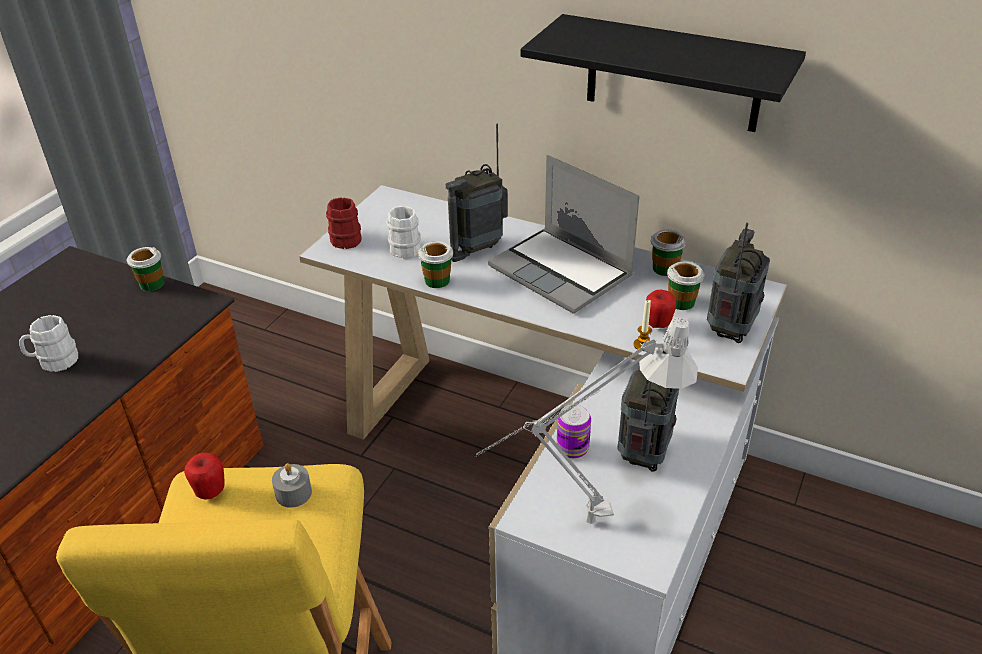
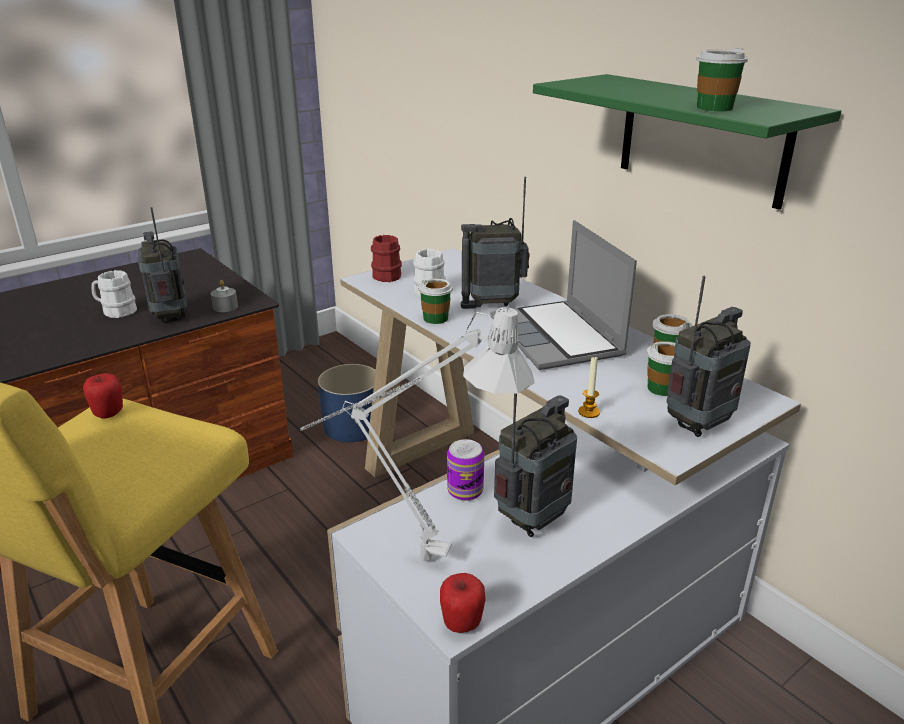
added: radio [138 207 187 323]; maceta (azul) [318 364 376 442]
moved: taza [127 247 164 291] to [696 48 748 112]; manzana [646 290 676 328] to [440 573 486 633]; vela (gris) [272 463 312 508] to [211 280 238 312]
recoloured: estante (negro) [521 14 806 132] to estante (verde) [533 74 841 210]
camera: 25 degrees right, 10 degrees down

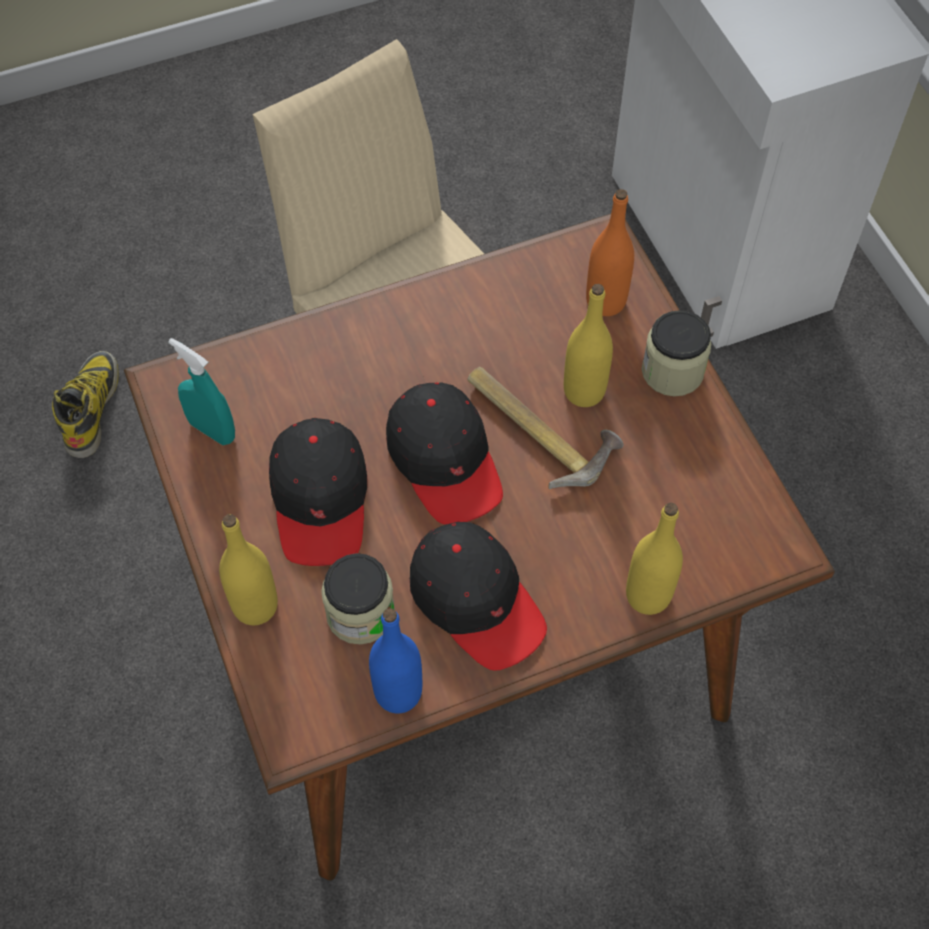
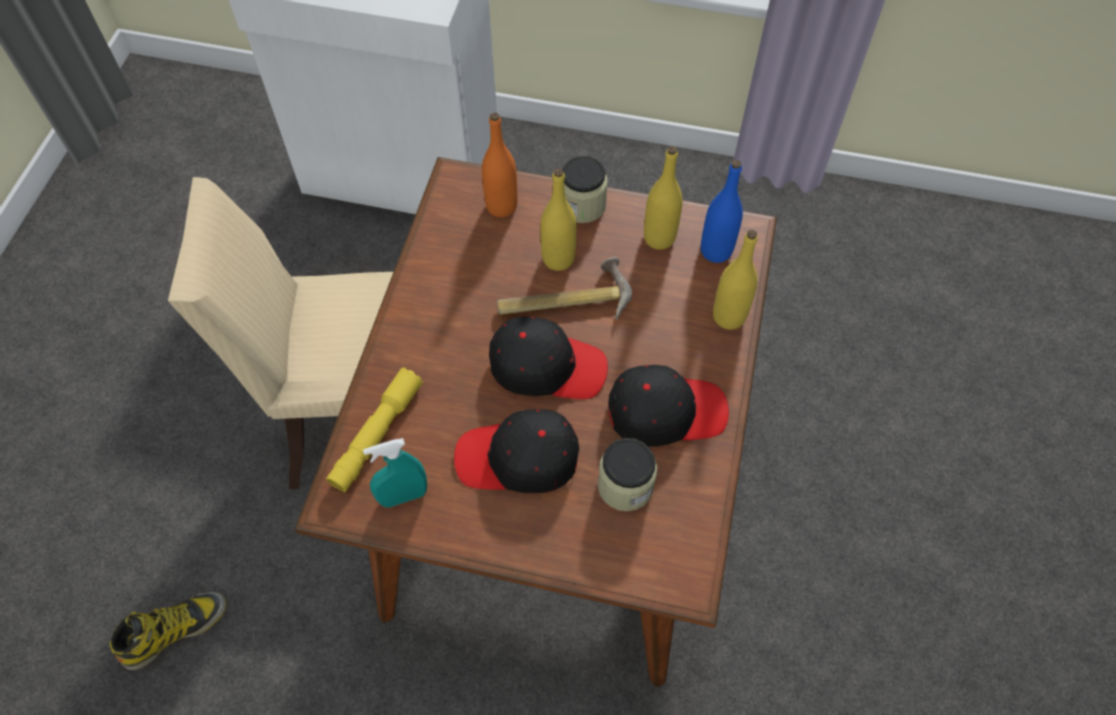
added: linterna (amarillo) [326 368 423 492]
moved: botella (amarillo) [219 514 278 625] to [644 146 682 250]; botella (azul) [369 608 422 714] to [701 160 743 263]
turned: bota [52 351 118 458] = [109 592 227 670] 105 degrees clockwise; gorra (negro) [269 418 367 566] = [454 409 579 493] 150 degrees clockwise
camera: 55 degrees left, 0 degrees up

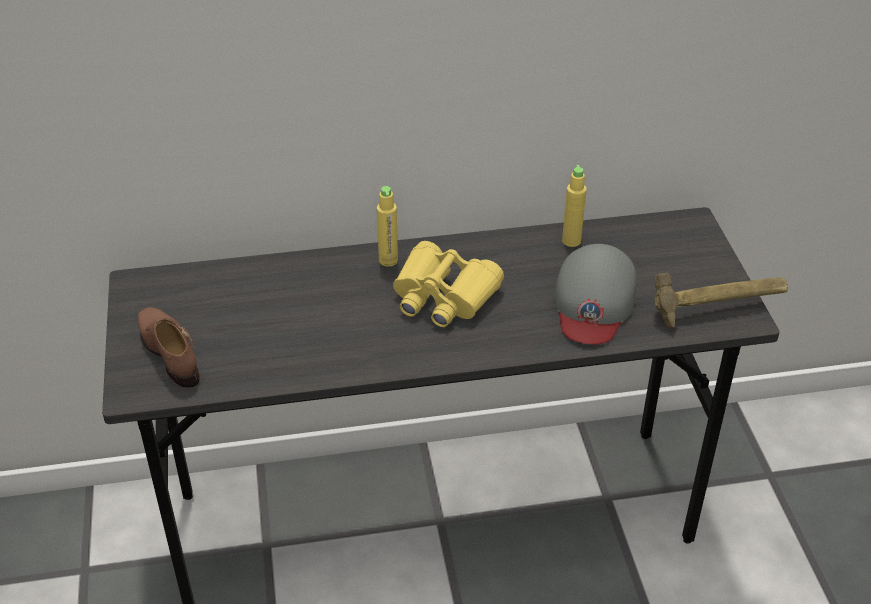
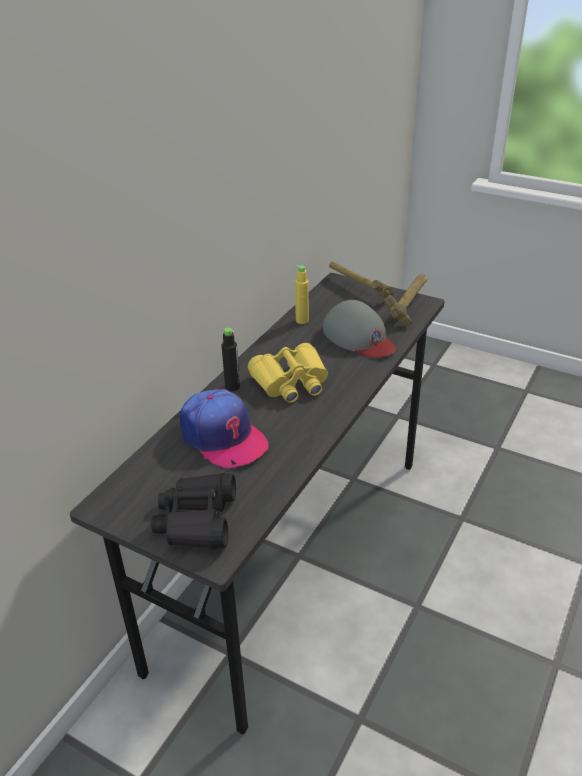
added: martillo [329 262 394 298]; gorra [180 389 269 468]
replaced: zapato (marrón) [138 307 200 387] to prismáticos (negro) [151 473 236 549]
recoloured: botella (amarillo) [377 186 398 267] to botella (negro) [221 328 240 391]
camera: 50 degrees left, 5 degrees down

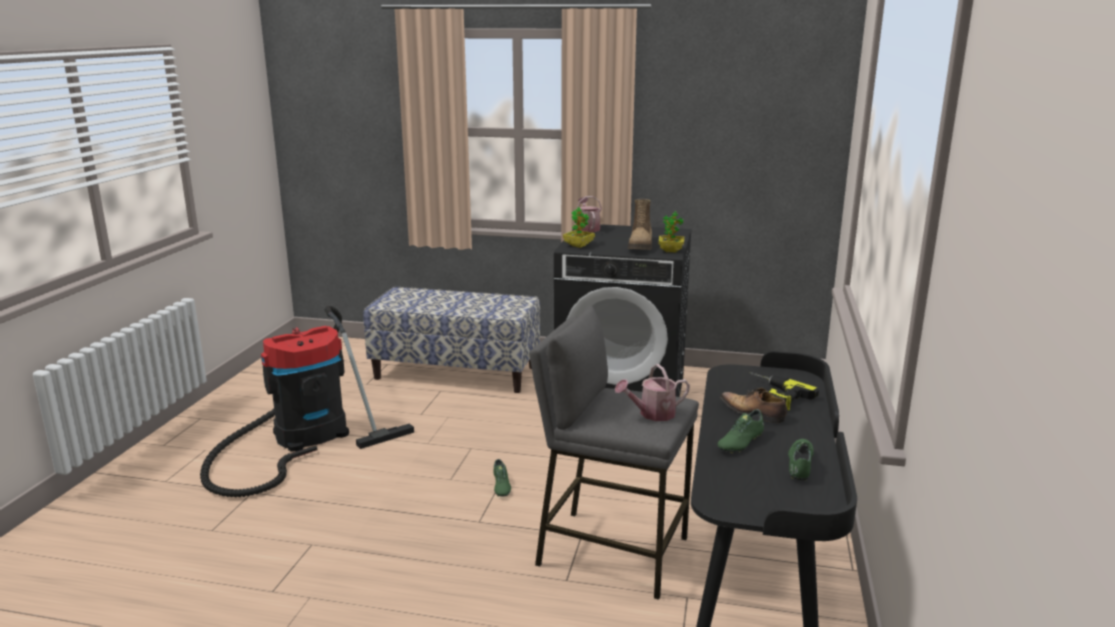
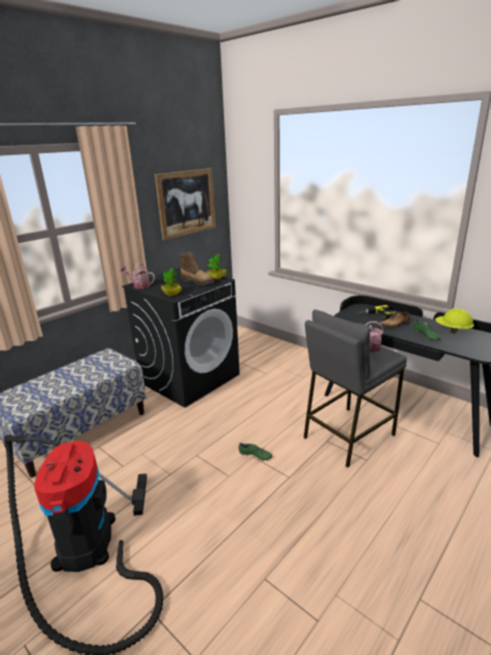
added: cuadro [155 168 216 240]
replaced: zapato (verde) [788 439 814 480] to casco (amarillo) [435 308 474 333]
camera: 60 degrees left, 5 degrees up

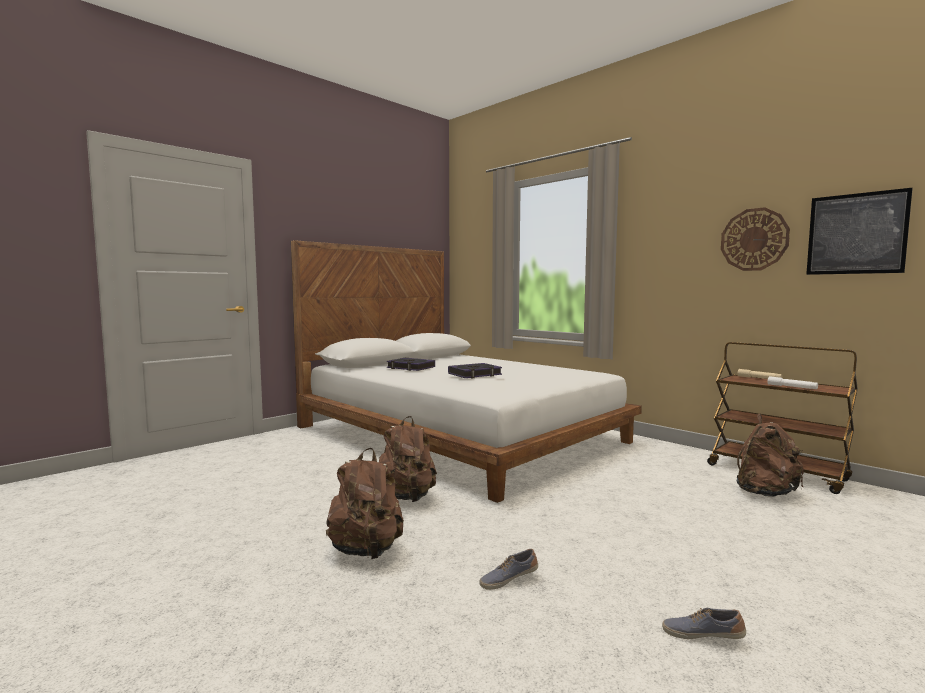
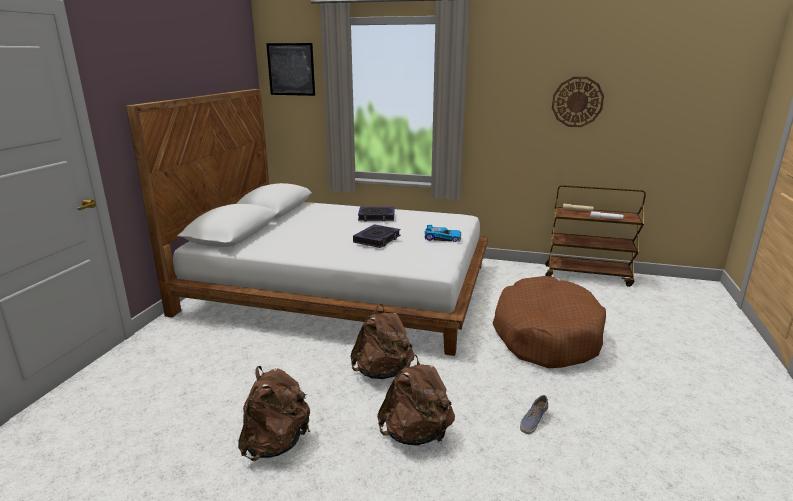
removed: zapato [662 608 746 639]
added: coche de juguete [425 225 461 242]; cama para perro (marrón) [493 276 606 368]
moved: cuadro [806 188 913 275] to [266 43 315 96]; libro [387 358 435 371] to [358 207 395 222]; mochila (marrón) [737 414 804 497] to [238 366 310 461]
camera: 30 degrees left, 15 degrees up

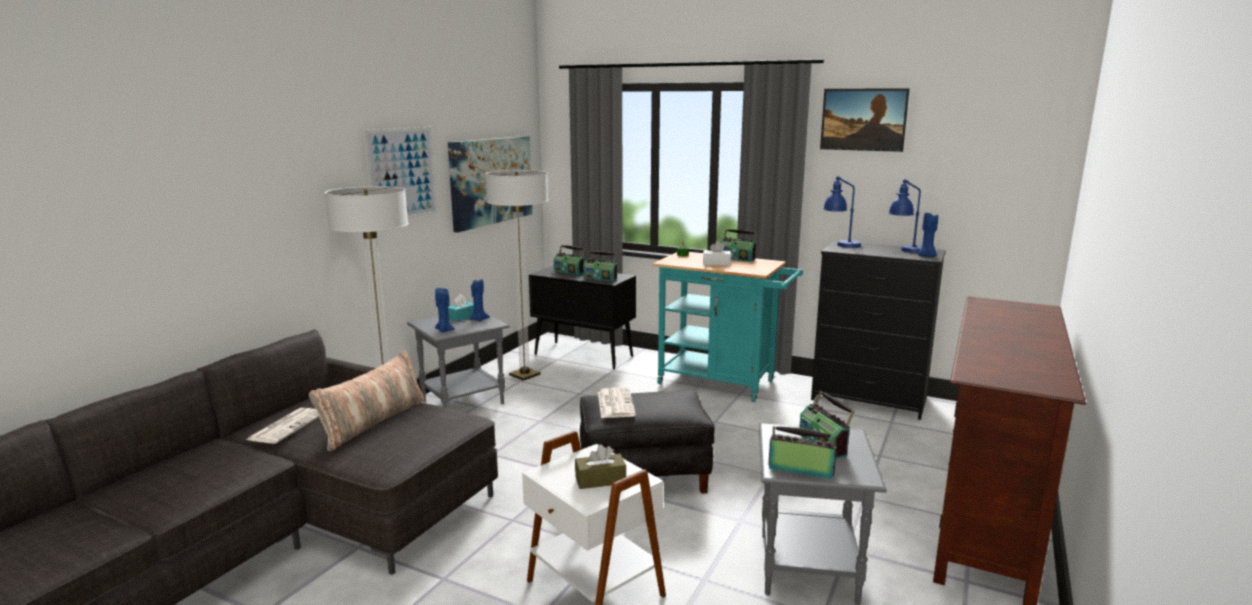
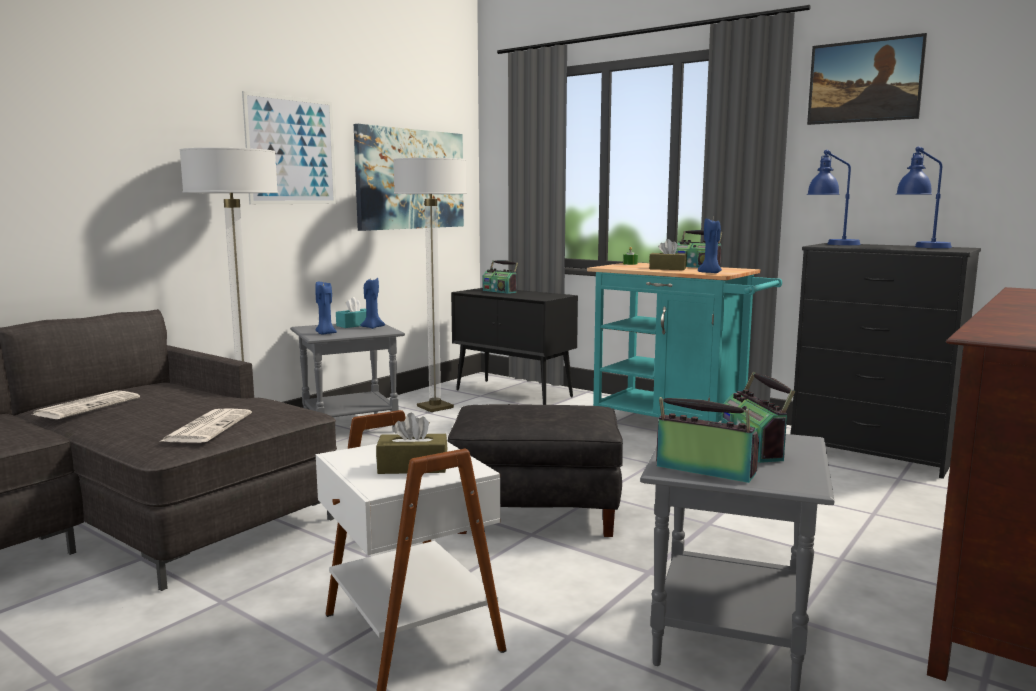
removed: radio [583 251 617 281]; cojín [309 351 426 451]
moved: vela (azul) [918 213 938 257] to [698 219 722 273]; periódico [598 387 636 418] to [161 408 252 443]
recoloured: caja de pañuelos (blanco) [703 241 731 266] to caja de pañuelos (marrón) [649 239 687 270]
camera: 10 degrees right, 5 degrees down

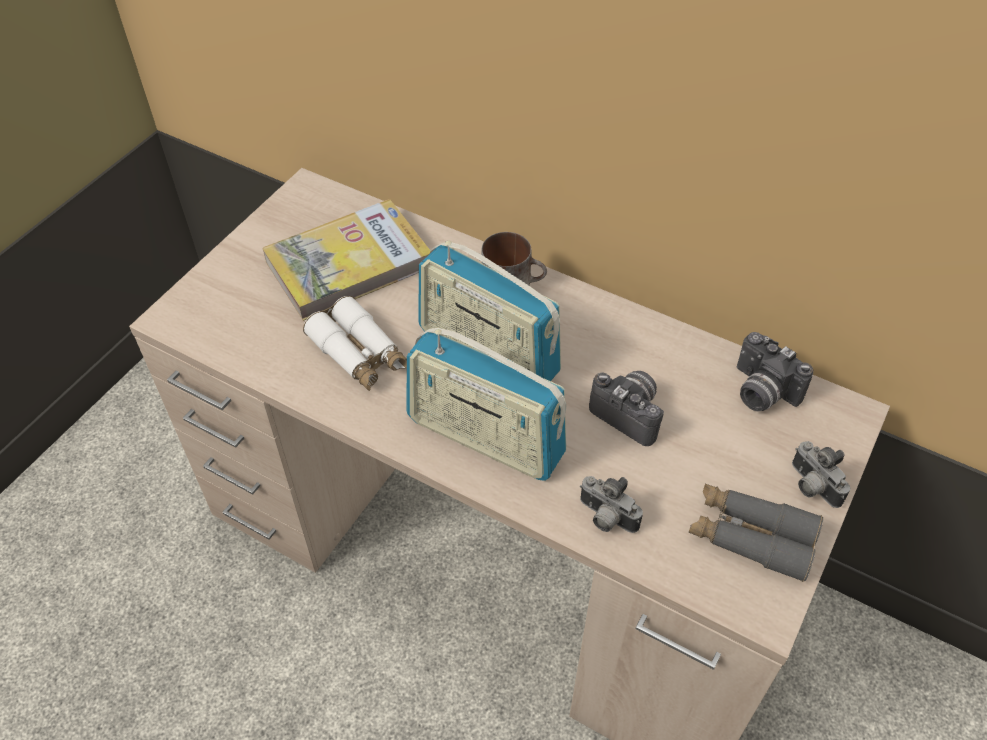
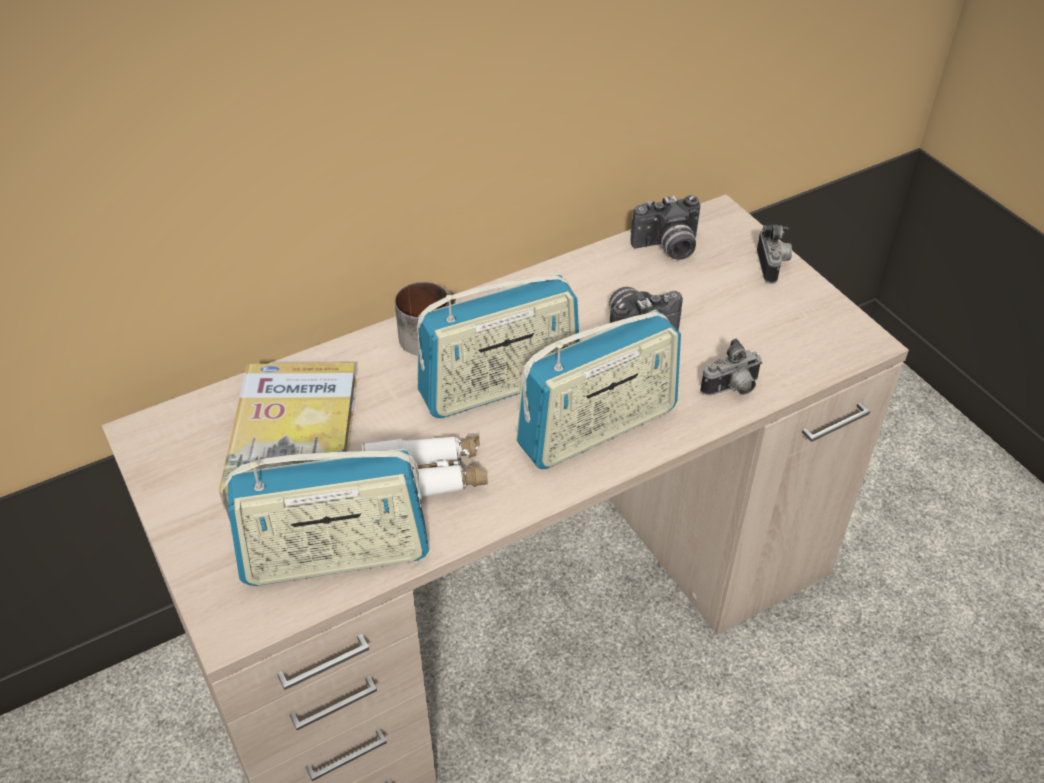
removed: prismáticos (gris) [688 484 823 582]
added: radio [223 449 429 586]
turned: cámara [792 441 850 508] = [757 225 792 284] 90 degrees counterclockwise
camera: 60 degrees left, 5 degrees down

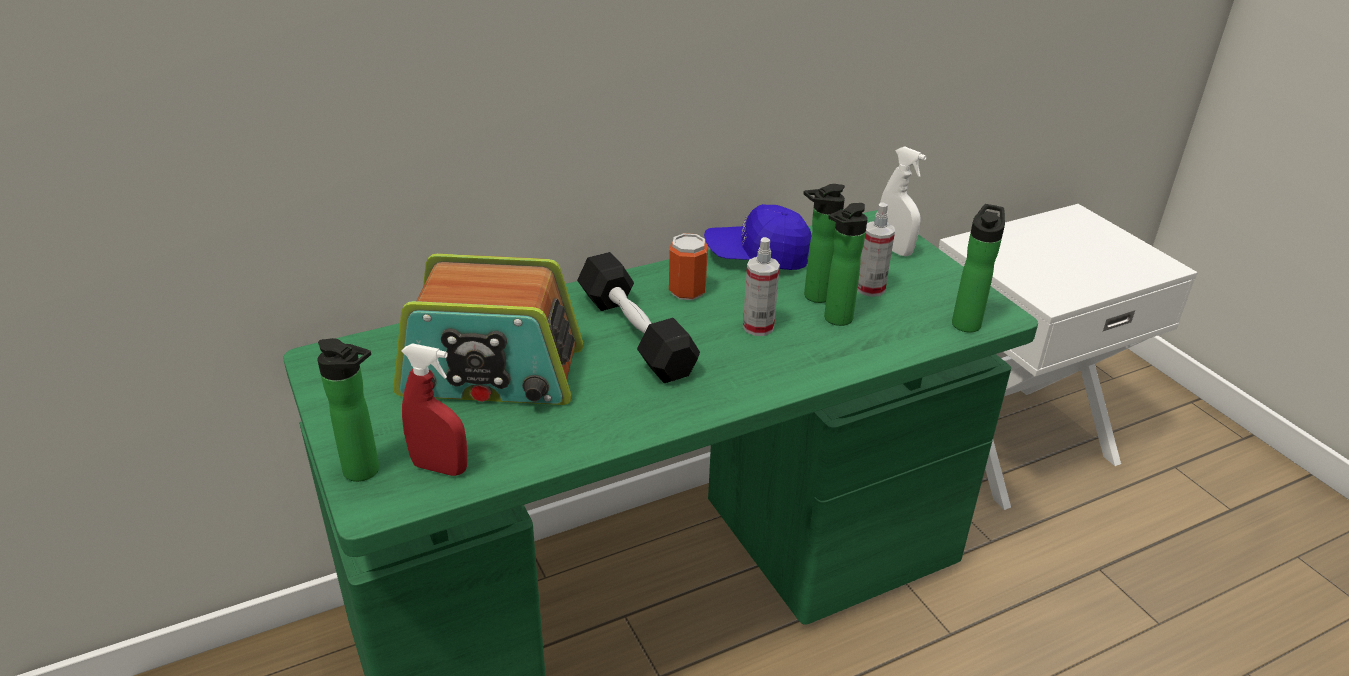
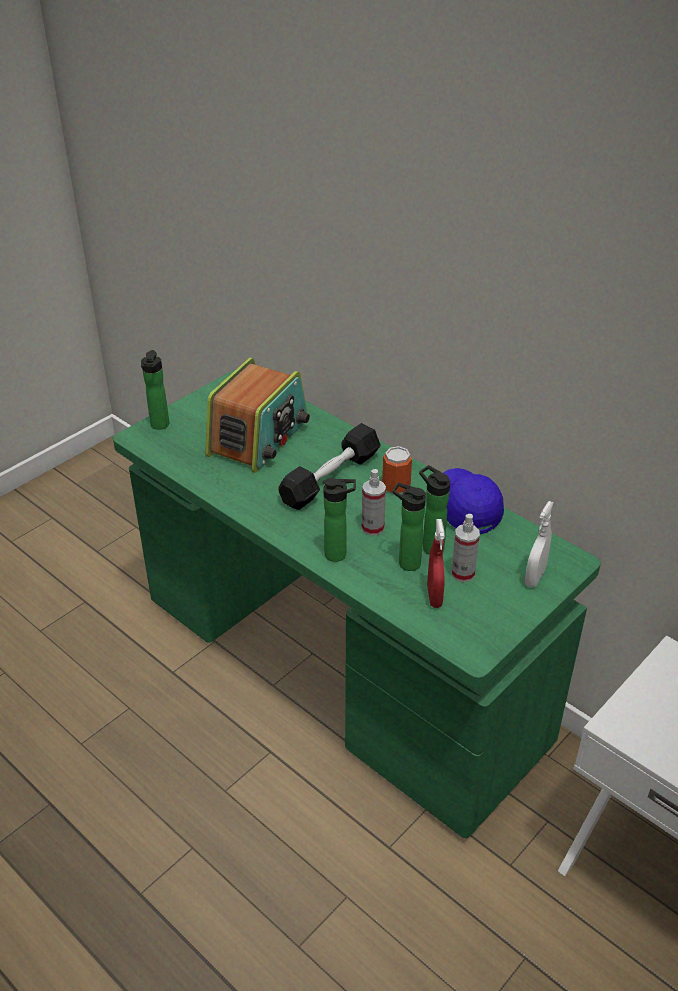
moved: botella [952 204 1005 333] to [323 478 356 562]; pulverizador (rojo) [402 343 467 476] to [427 519 445 608]
turned: radio [393 254 583 405] = [205 358 310 473] 135 degrees counterclockwise
camera: 70 degrees right, 5 degrees up

